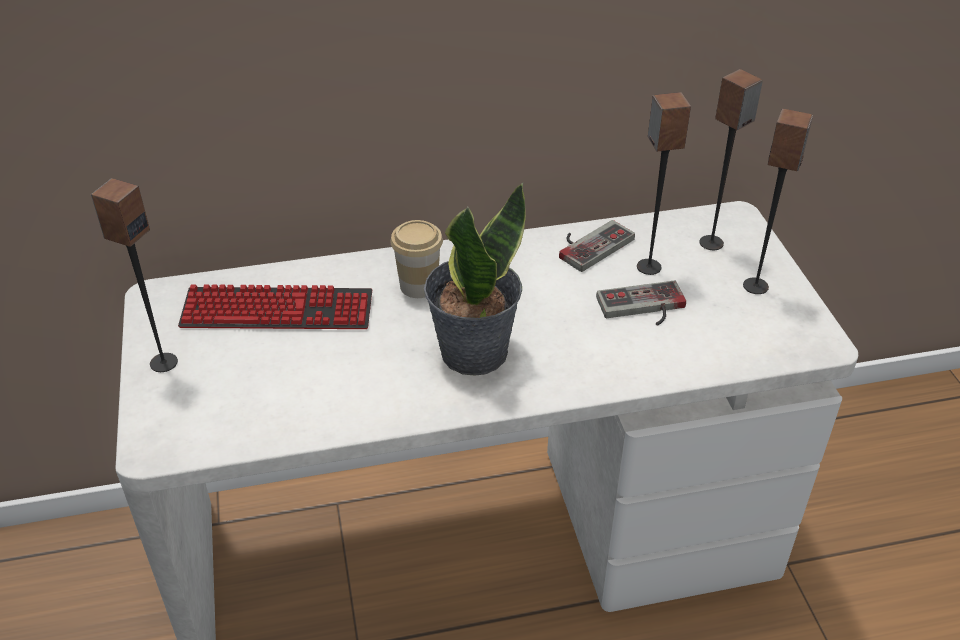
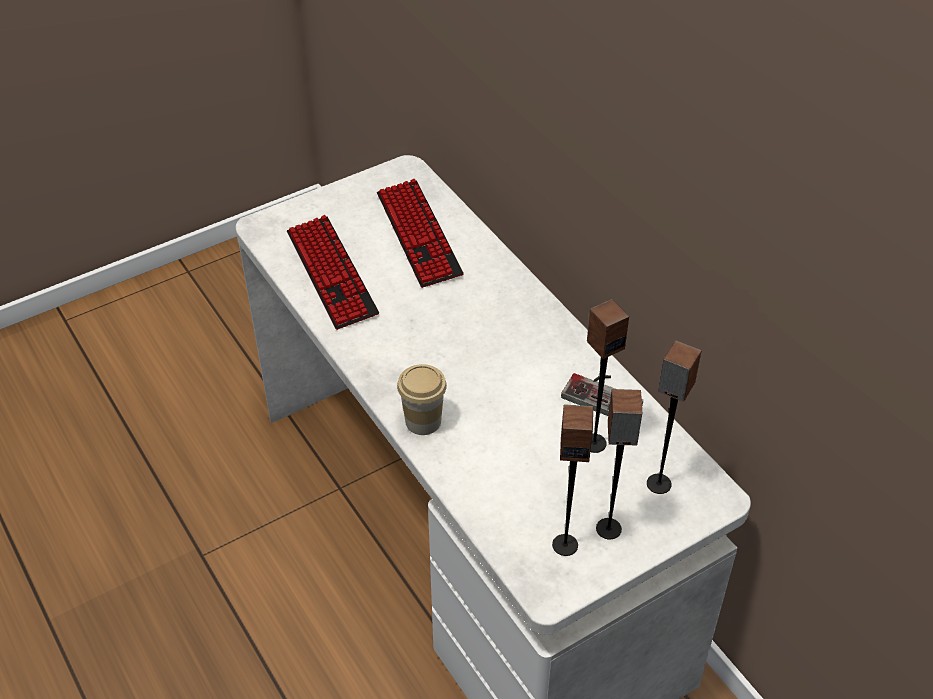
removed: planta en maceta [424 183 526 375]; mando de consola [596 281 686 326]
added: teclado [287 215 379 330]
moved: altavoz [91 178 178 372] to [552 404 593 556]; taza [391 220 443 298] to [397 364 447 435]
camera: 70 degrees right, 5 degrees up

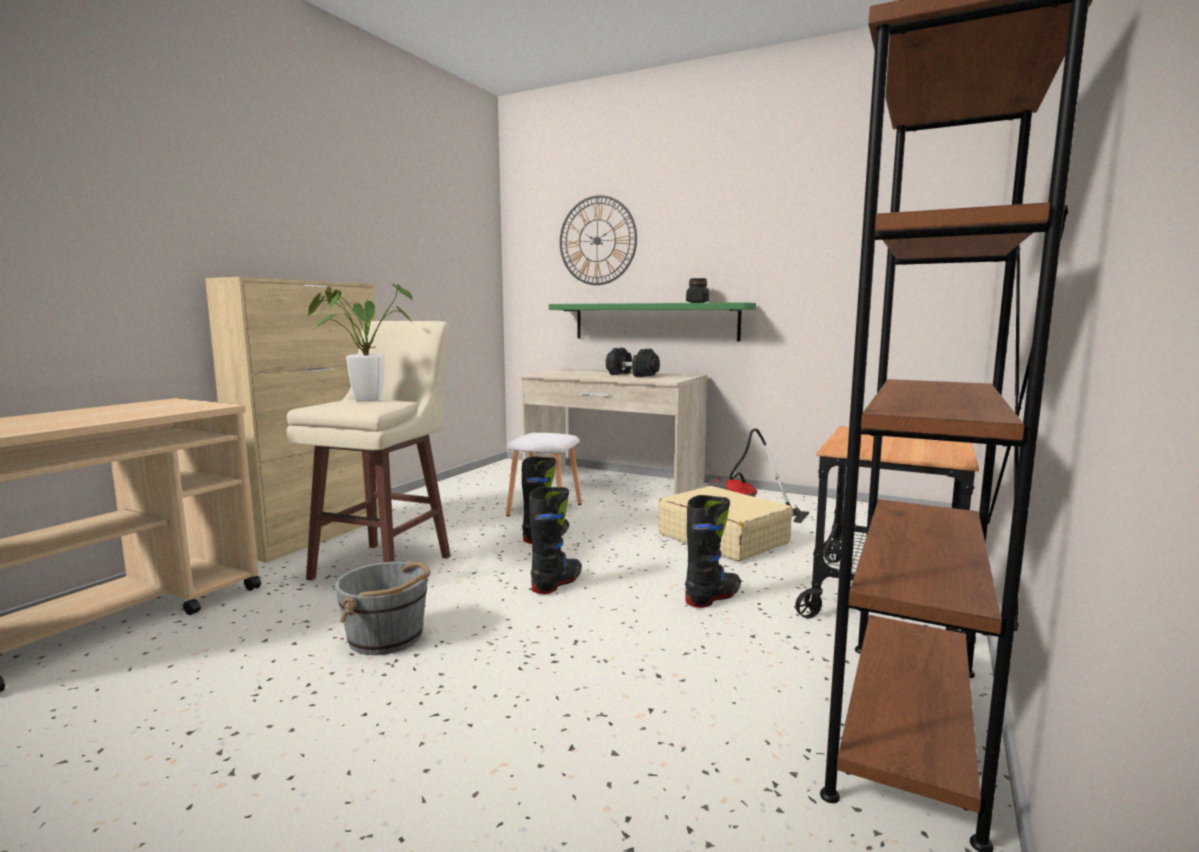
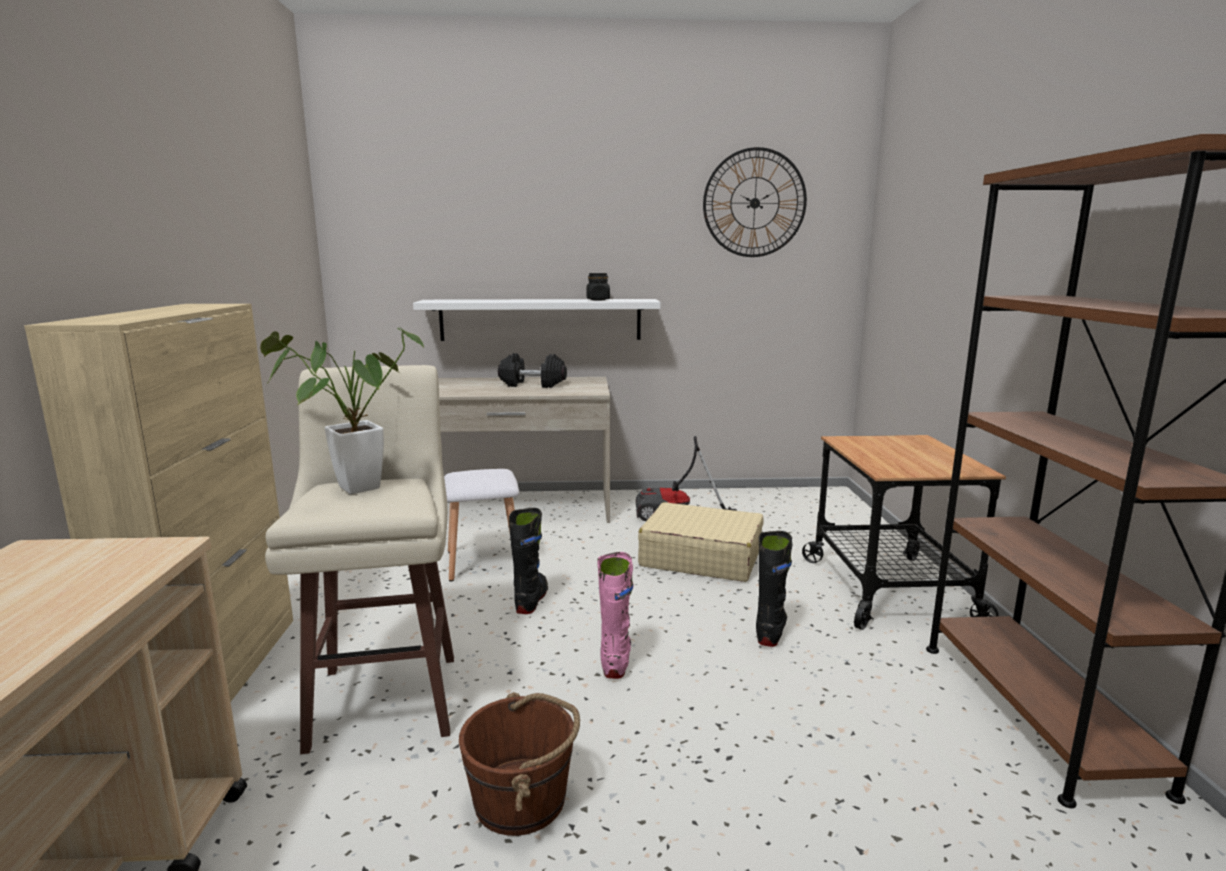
moved: reloj de pared [560 195 637 285] to [703 147 807 257]
recoloured: estante (verde) [549 302 756 342] to estante (blanco) [413 299 661 341]; bota (negro) [529 487 582 594] to bota (rosa) [597 552 634 679]; cubo (gris) [335 560 431 655] to cubo (marrón) [459 692 580 836]
camera: 30 degrees left, 5 degrees up

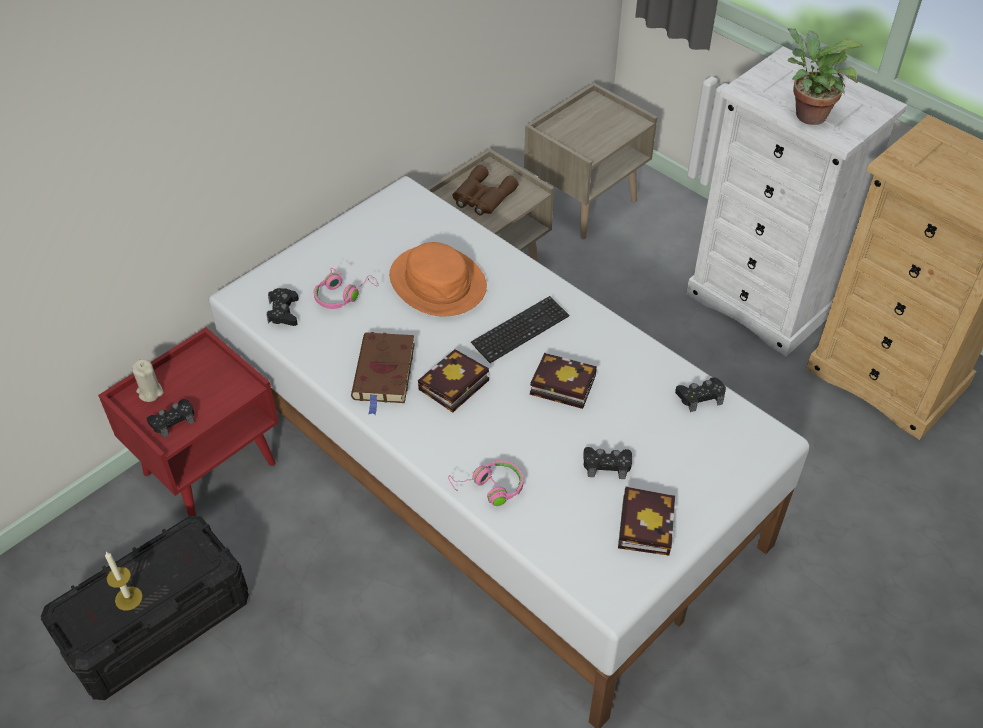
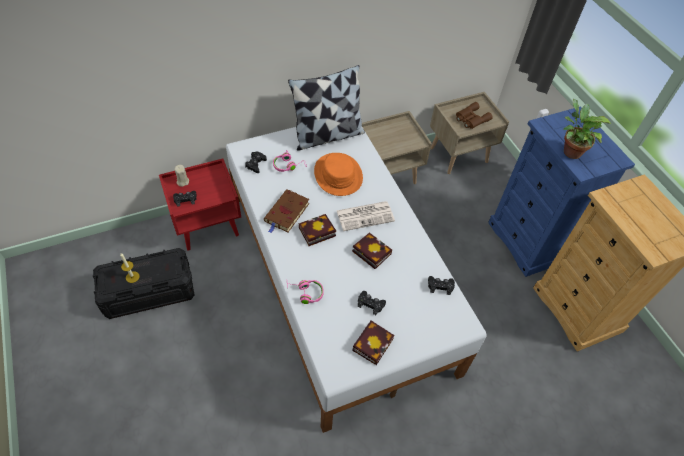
added: cojín [288 65 365 151]
moved: prismáticos (marrón) [453 164 518 215] to [456 102 493 129]
replaced: teclado [471 296 569 363] to periódico [337 201 395 231]
recoloured: cómoda (blanco) [686 47 907 357] to cómoda (azul) [488 107 635 277]
camera: 20 degrees right, 5 degrees up

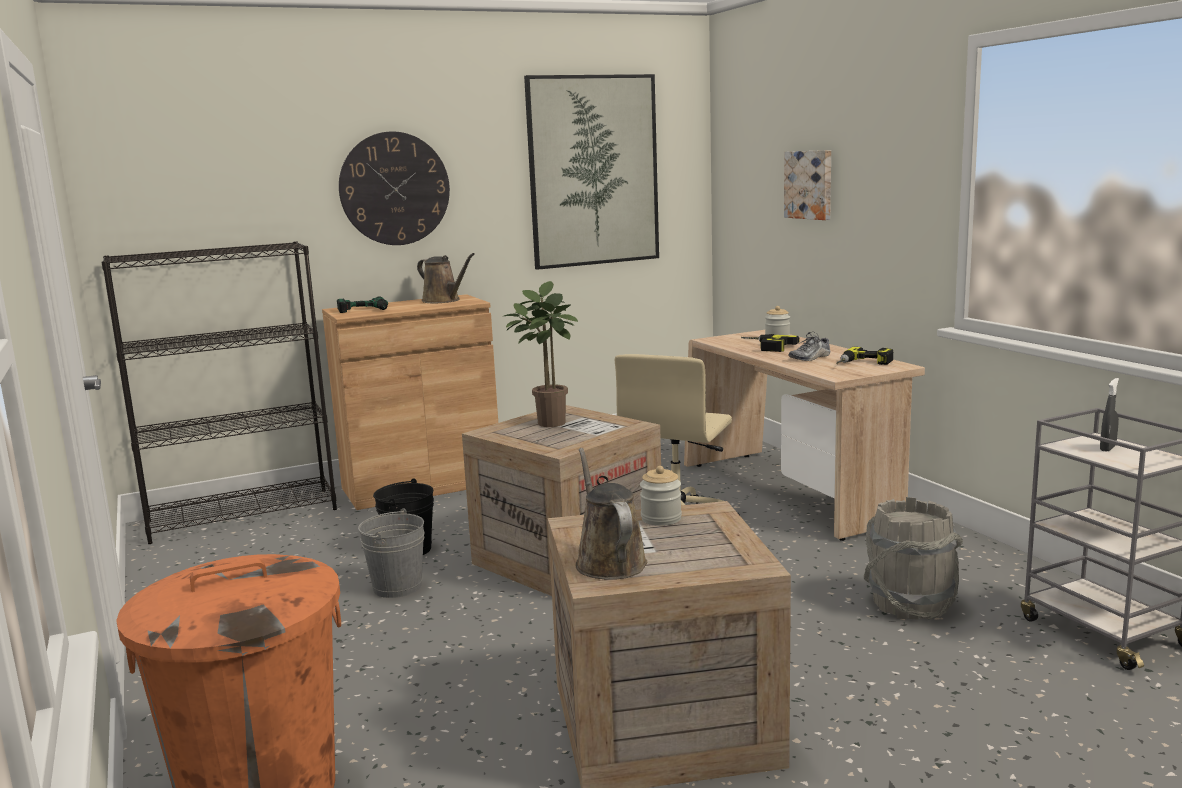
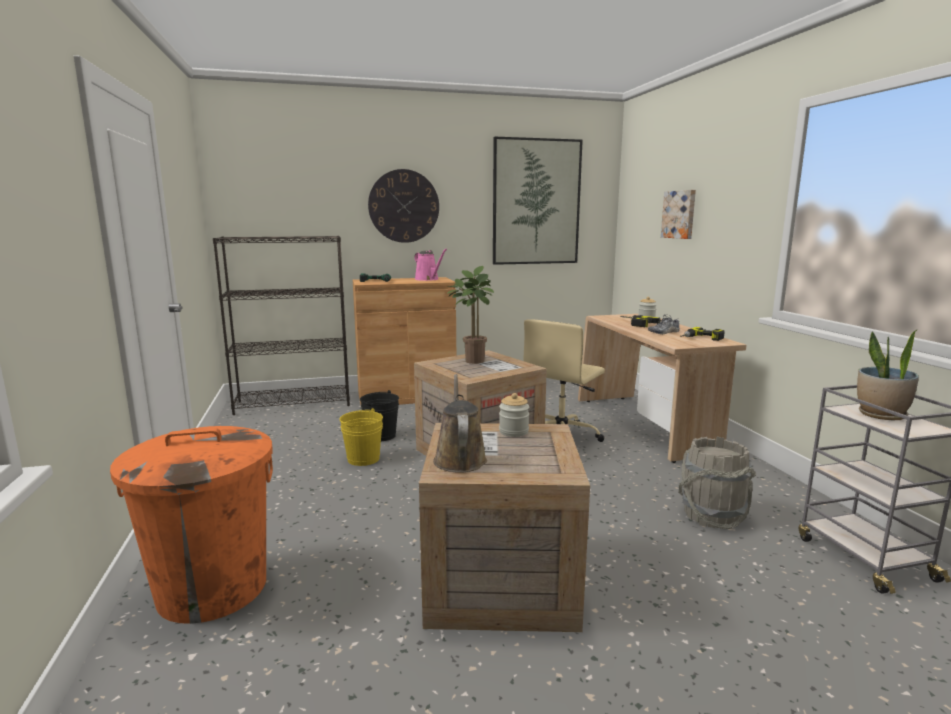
replaced: pulverizador (gris) [1100 378 1119 452] to planta en maceta [857 329 919 420]
recoloured: regadera (marrón) [417 253 475 303] to regadera (rosa) [414 249 447 281]; cubo (gris) [358 508 425 598] to cubo (amarillo) [339 408 383 466]
camera: 10 degrees right, 0 degrees up

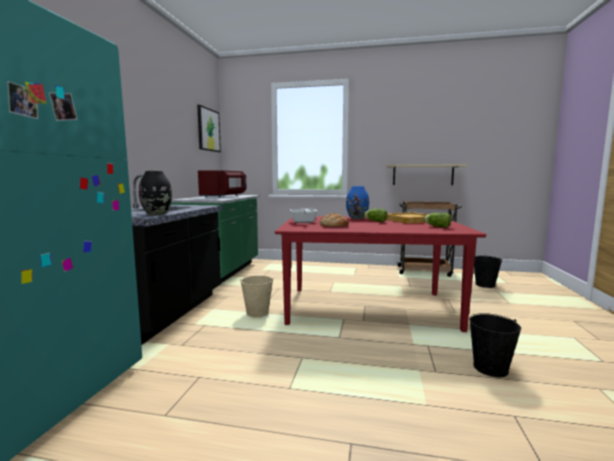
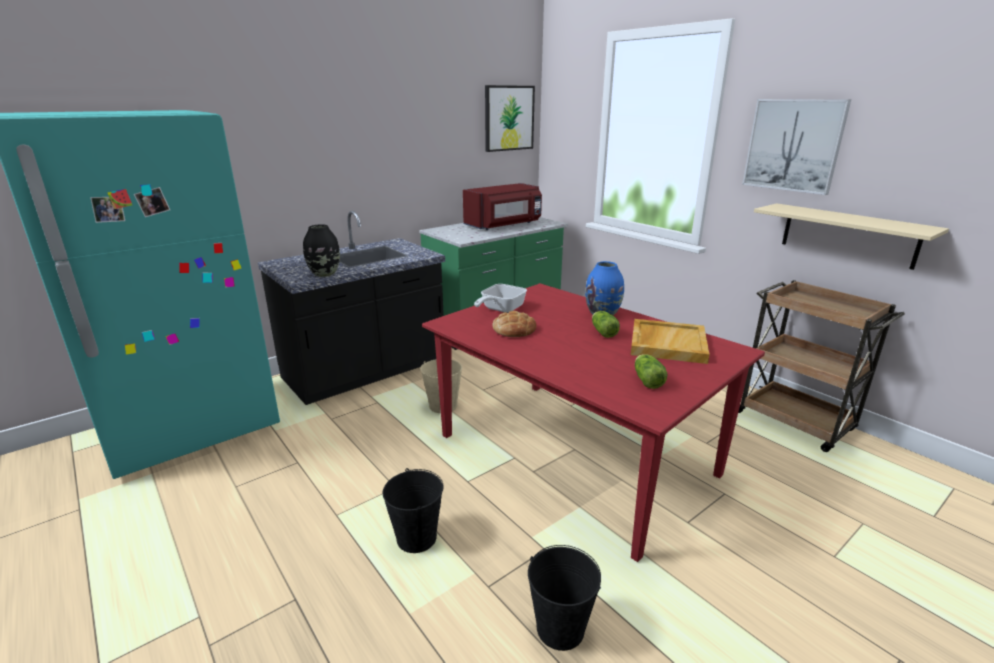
added: cuadro [742 99 851 195]
moved: cubo (negro) [474 255 502 288] to [383 468 444 553]
camera: 40 degrees right, 15 degrees up

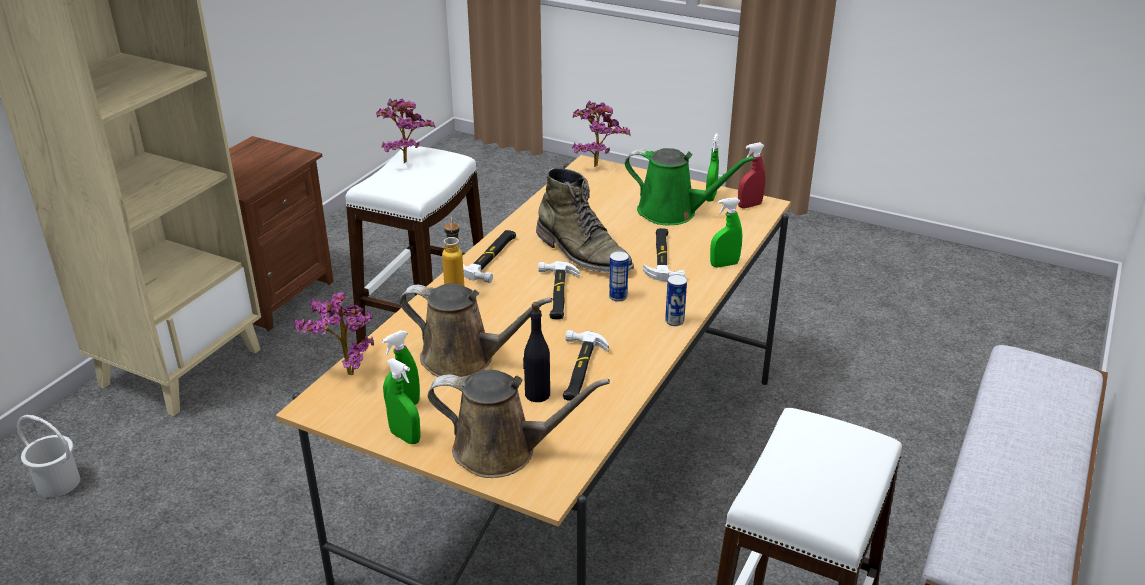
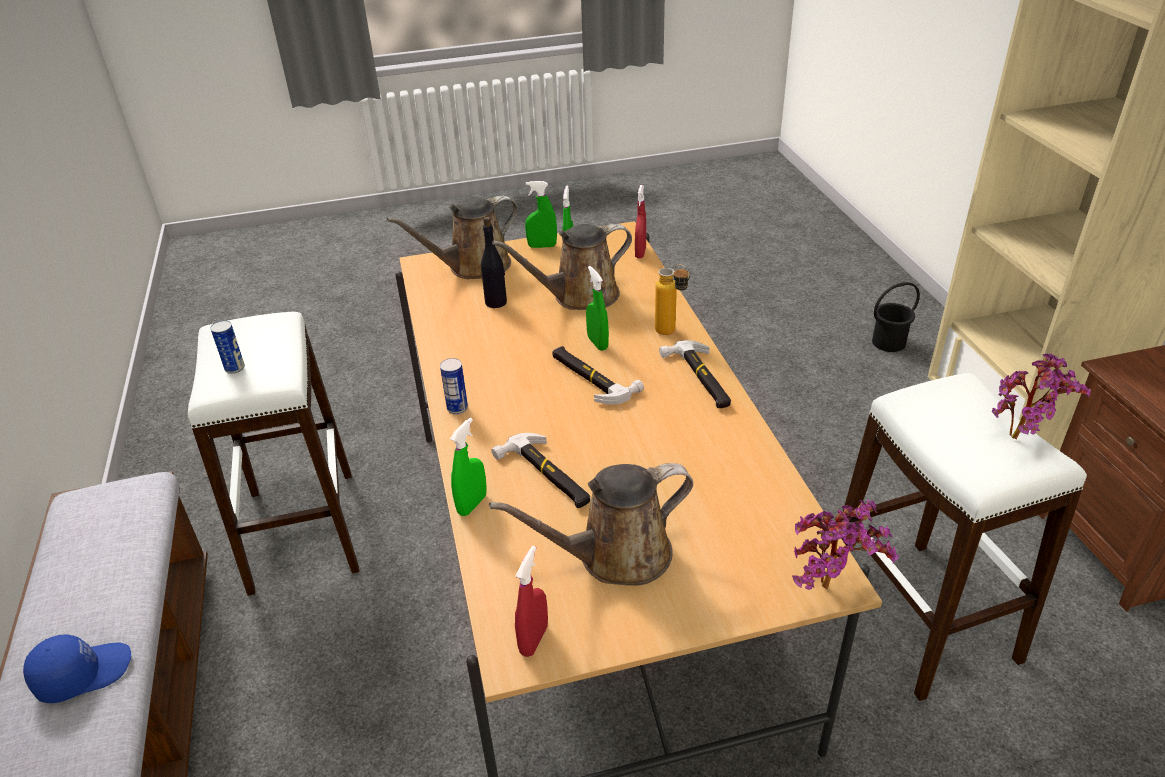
removed: bota (verde) [536 168 634 272]; martillo [563 330 609 401]
added: gorra (azul) [23 635 131 703]
moved: pulverizador (verde) [706 134 719 202] to [586 266 609 351]; lata [609 251 629 302] to [210 321 245 374]
replaced: planta en maceta [295 292 374 376] to pulverizador (rojo) [635 185 646 258]
recoloured: regadera (verde) [625 148 755 225] to regadera (marrón) [489 463 693 586]; cubo (blanco) [17 415 80 498] to cubo (negro) [872 282 920 352]
camera: 140 degrees right, 5 degrees up

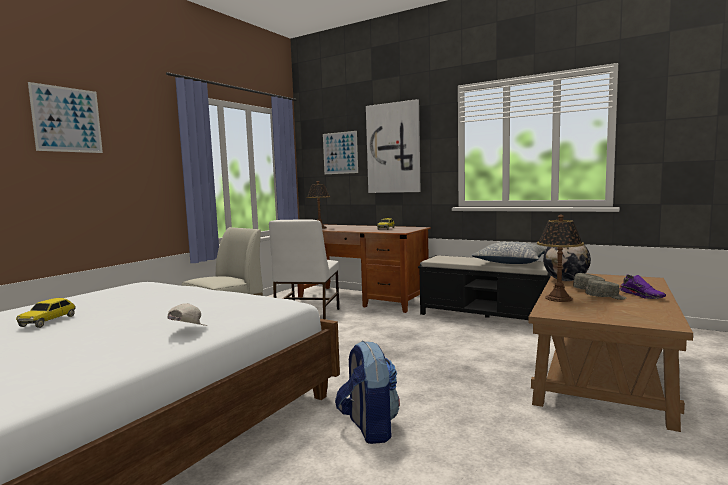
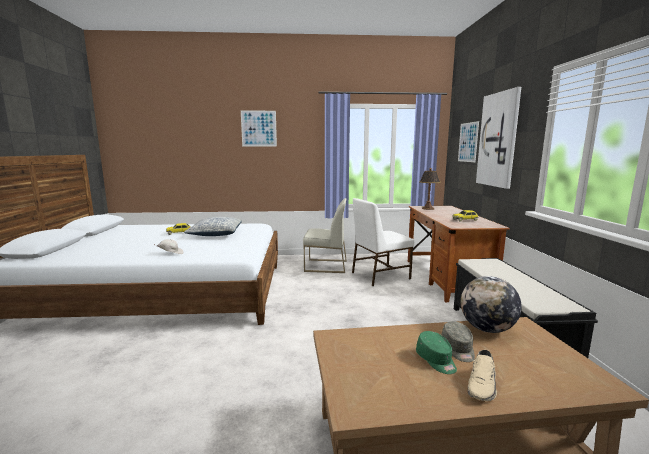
removed: lámpara de mesa [537 215 584 302]; mochila [335 341 400 444]
moved: cojín [472 242 546 264] to [184 217 242 236]
recoloured: zapato (morado) [619 275 666 299] to zapato (beis) [468 350 497 401]; gorra (gris) [585 279 626 300] to gorra (verde) [416 331 457 374]
camera: 55 degrees right, 5 degrees up

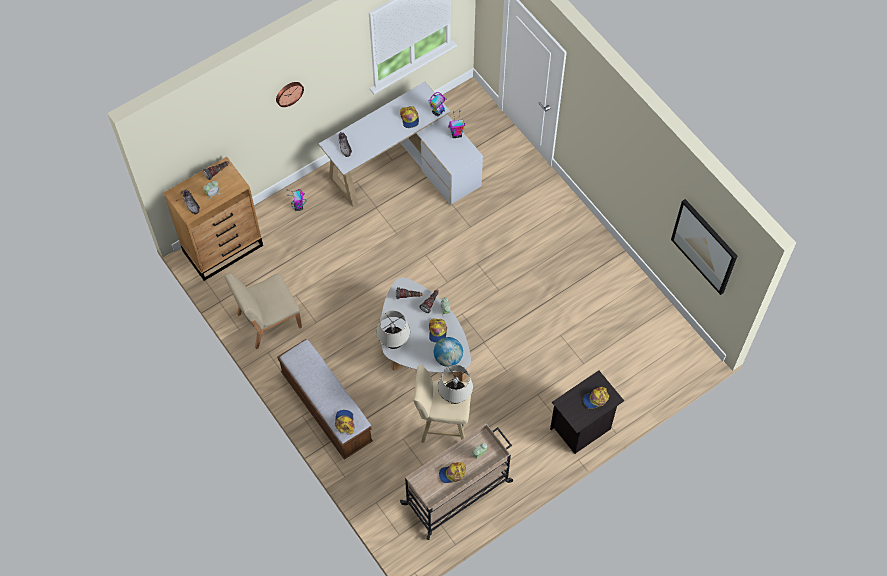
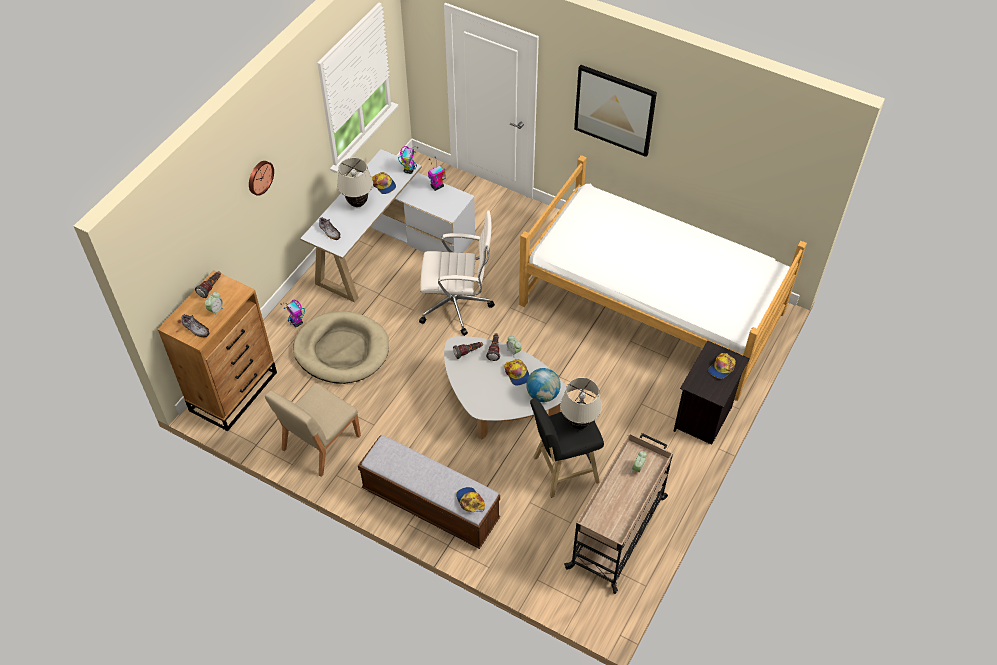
removed: gorra [439 462 466 483]
added: cama [519 155 807 401]; silla de oficina (blanco) [419 210 495 336]; cama para perro (beis) [293 311 389 384]
moved: cuadro [671 199 737 295] to [574 65 657 157]; lámpara de mesa (beis) [376 310 410 349] to [337 157 373 207]
recoloured: taburete (beis) [413 365 471 443] to taburete (negro) [530 398 604 498]
camera: 25 degrees left, 10 degrees down

